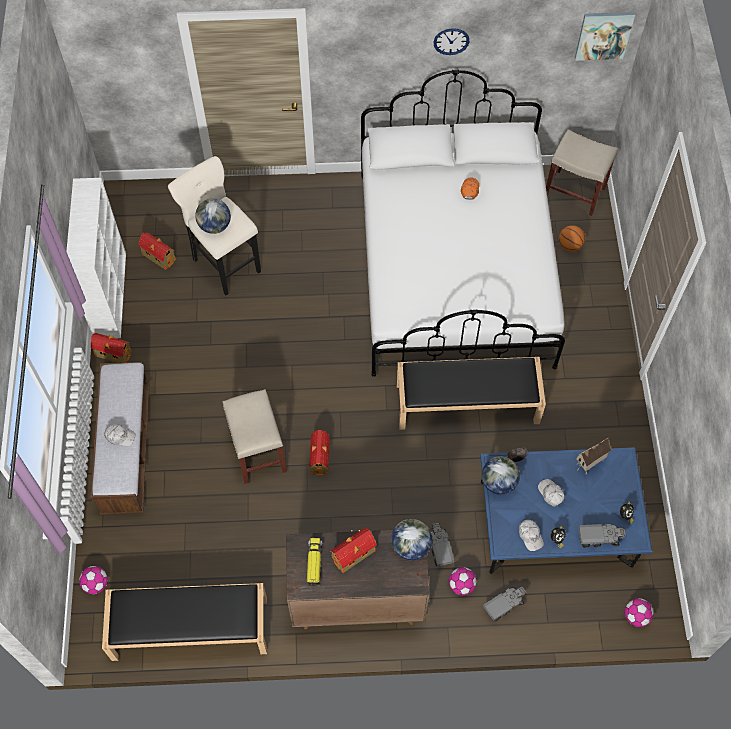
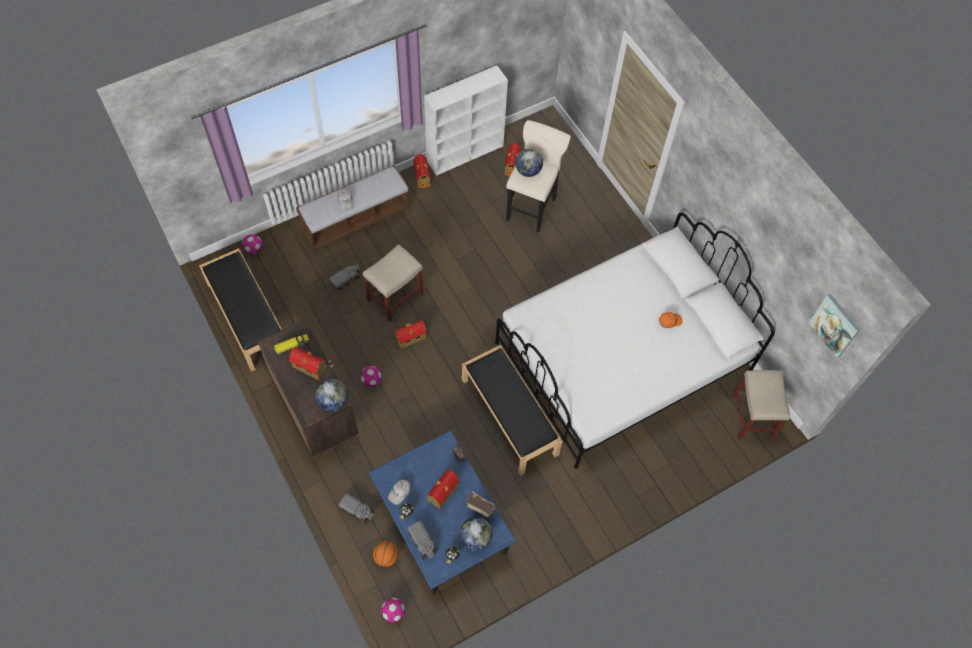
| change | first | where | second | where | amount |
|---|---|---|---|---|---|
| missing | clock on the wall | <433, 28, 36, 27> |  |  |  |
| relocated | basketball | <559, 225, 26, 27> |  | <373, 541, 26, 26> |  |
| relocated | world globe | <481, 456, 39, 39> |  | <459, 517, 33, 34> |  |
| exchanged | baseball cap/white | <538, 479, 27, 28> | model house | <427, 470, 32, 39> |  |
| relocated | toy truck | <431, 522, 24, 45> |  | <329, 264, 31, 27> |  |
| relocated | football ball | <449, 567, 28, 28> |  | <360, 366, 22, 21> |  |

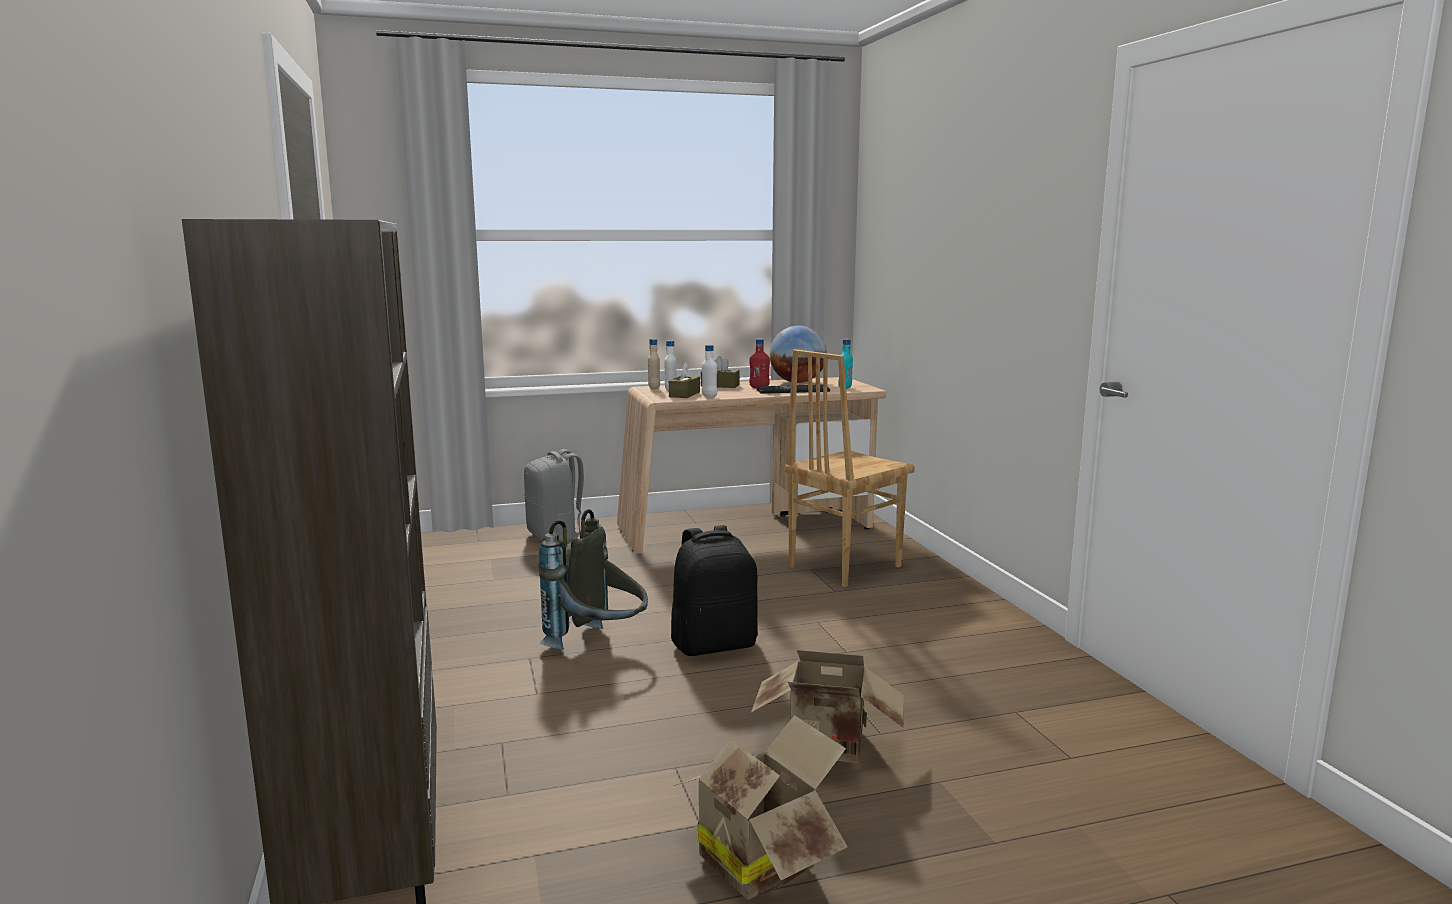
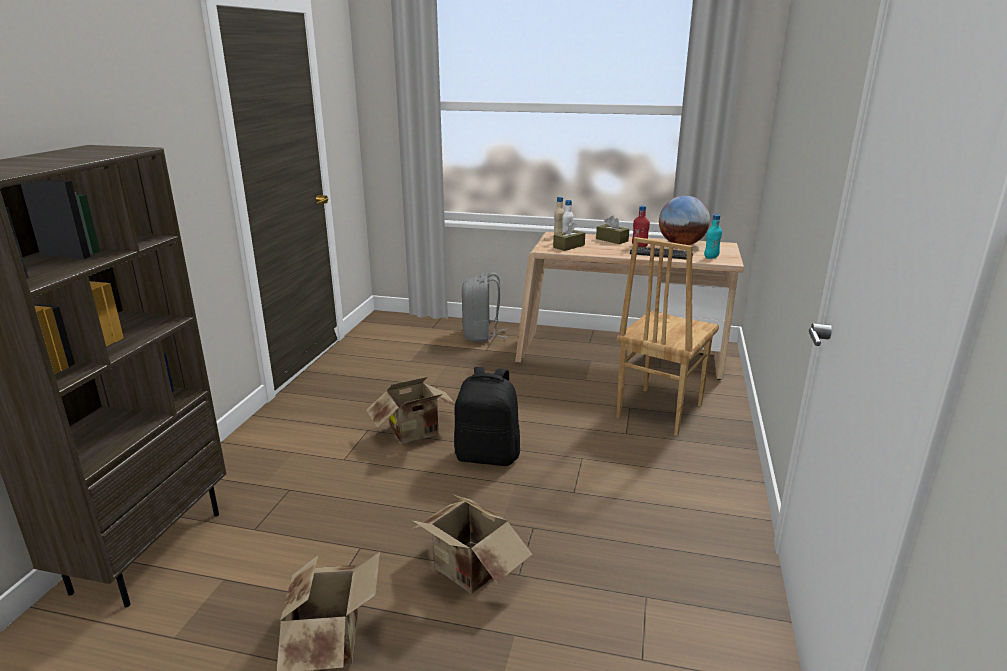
| change | first | where | second | where | amount |
|---|---|---|---|---|---|
| missing | drink bottle/white | <702, 345, 15, 53> |  |  |  |
| spun | plain chair/brownish | <784, 349, 131, 238> |  | <616, 237, 103, 199> | 45 degrees counterclockwise |
| exchanged | knapsack/grey | <538, 509, 110, 141> | carton | <366, 377, 89, 67> |  |

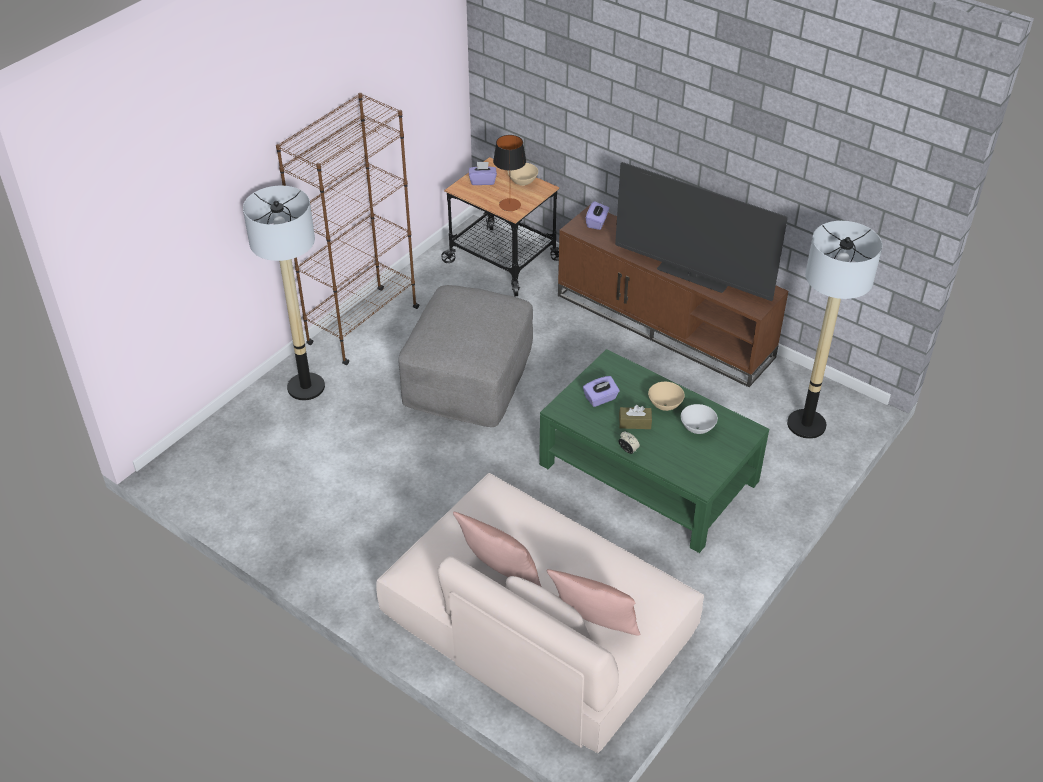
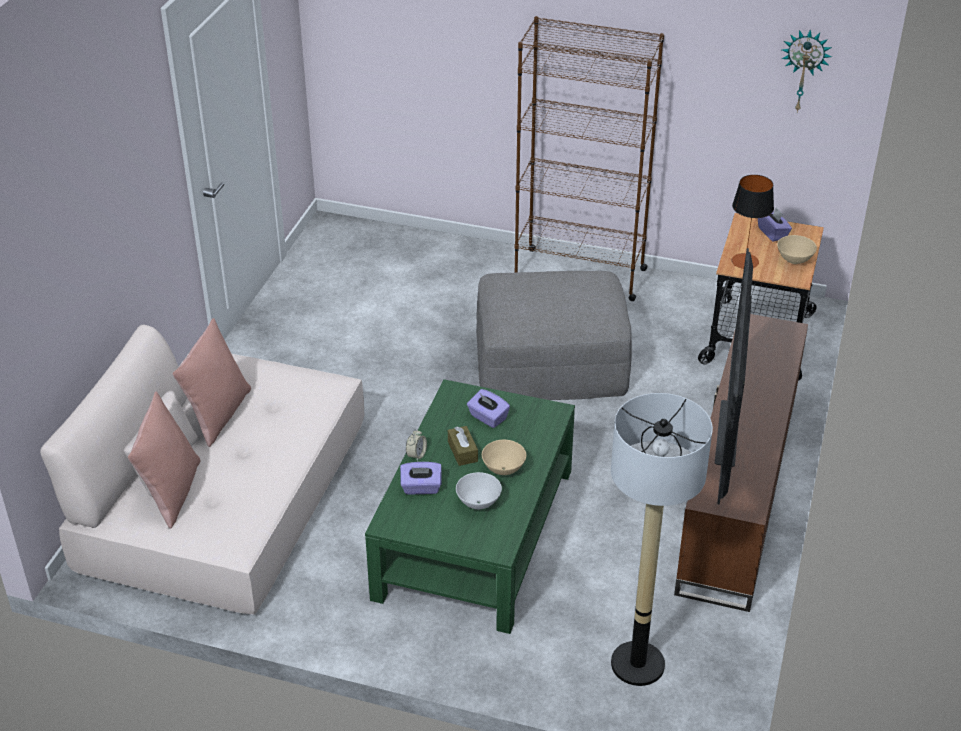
| change | first | where | second | where | amount |
|---|---|---|---|---|---|
| missing | standing lamp | <243, 186, 82, 214> |  |  |  |
| relocated | box of tissues/purplish | <586, 201, 23, 29> |  | <400, 462, 41, 33> |  |
| appeared |  |  | clock on the wall | <782, 29, 50, 83> |  |

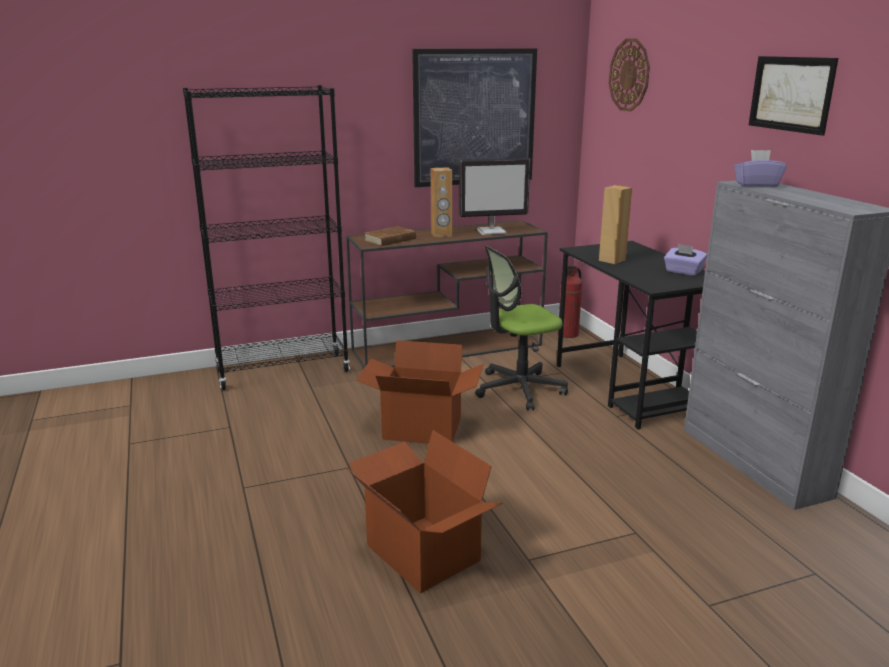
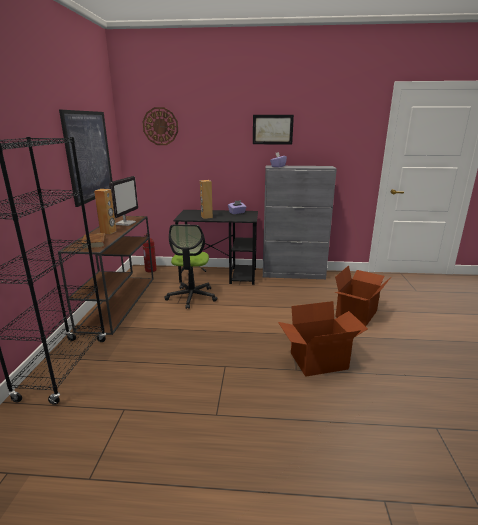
| change | first | where | second | where | amount |
|---|---|---|---|---|---|
| relocated | carton | <356, 340, 128, 104> |  | <334, 265, 57, 61> |  |

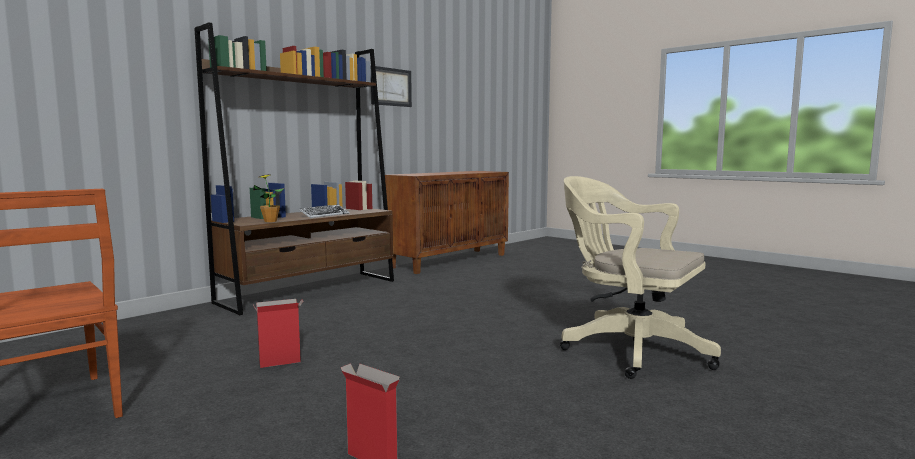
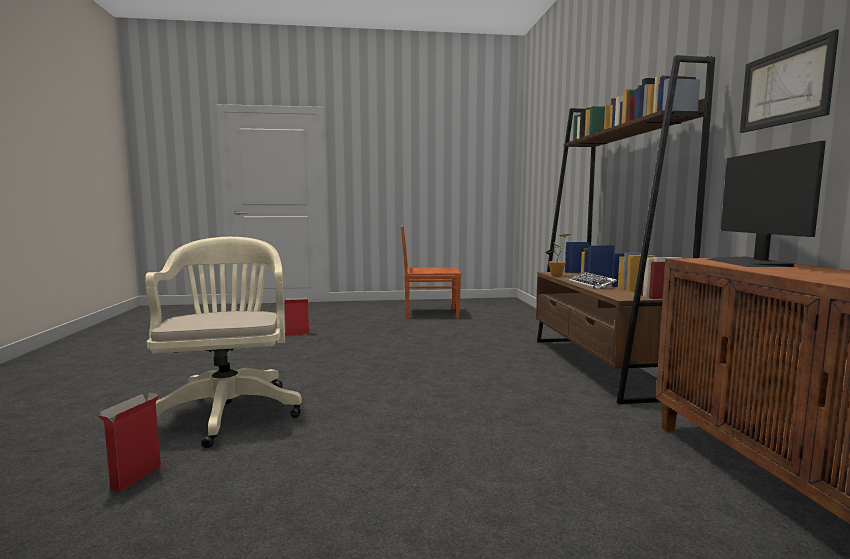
| change | first | where | second | where | amount |
|---|---|---|---|---|---|
| spun | computer chair/beige-coloured | <560, 176, 161, 203> |  | <145, 237, 157, 211> | 90 degrees counterclockwise |
| relocated | carton | <253, 299, 50, 69> |  | <97, 393, 64, 99> |  |
| appeared |  |  | monitor | <706, 141, 120, 126> |  |

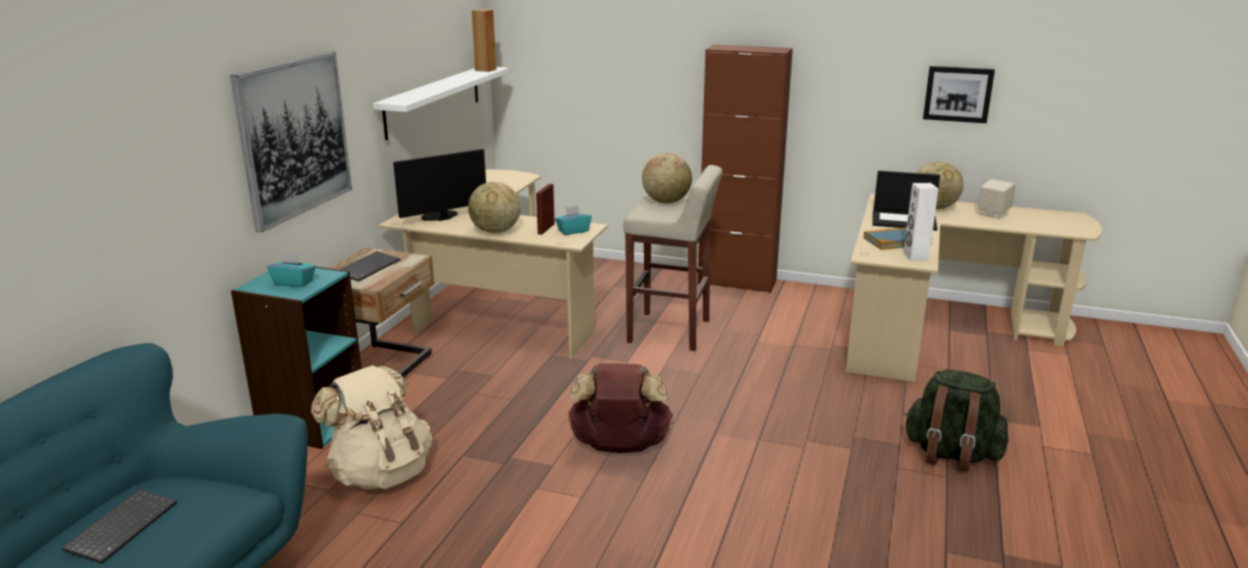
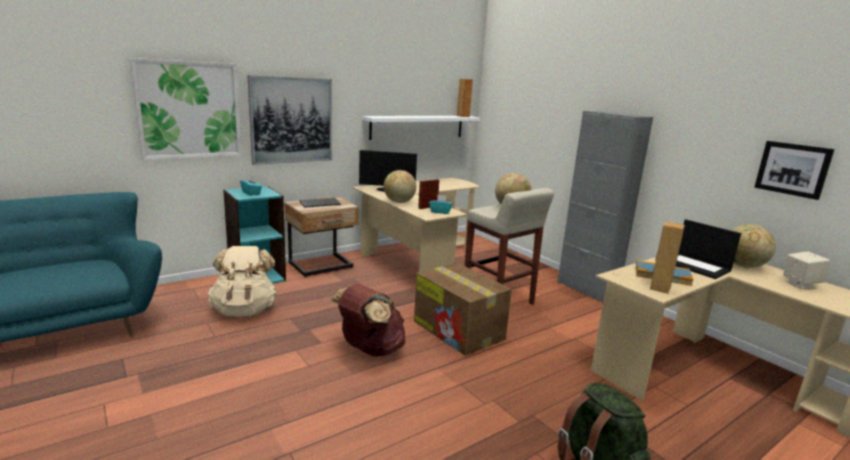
| change | first | where | second | where | amount |
|---|---|---|---|---|---|
| colour | cupboard/brownish | <698, 44, 95, 249> | cupboard/grey | <557, 111, 96, 192> |  |
| colour | audio speaker/white | <903, 183, 35, 78> | audio speaker/brownish | <650, 222, 35, 72> |  |
| missing | computer keyboard | <61, 489, 116, 75> |  |  |  |
| appeared |  |  | wall picture | <130, 58, 112, 102> |  |
| appeared |  |  | carton | <414, 263, 98, 93> |  |

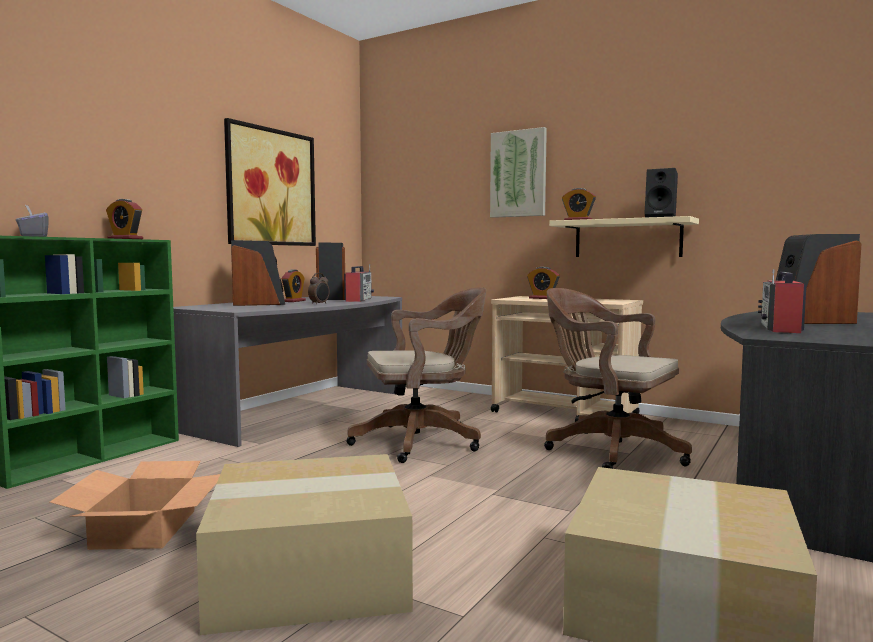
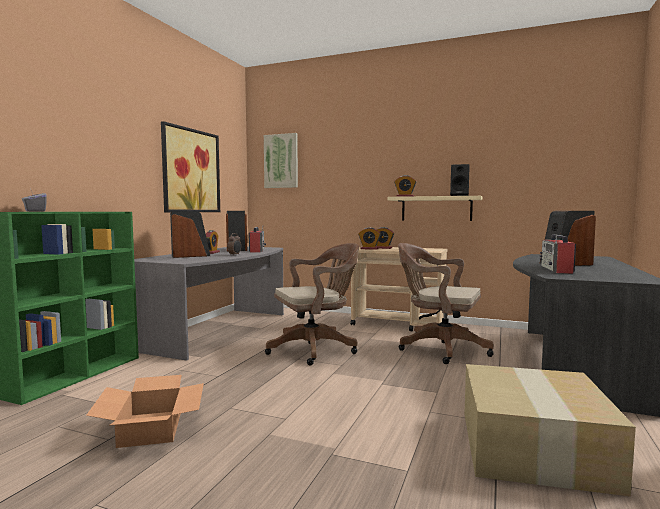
| change | first | where | second | where | amount |
|---|---|---|---|---|---|
| relocated | wall picture | <490, 127, 57, 91> |  | <264, 133, 34, 55> |  |
| relocated | table clock | <106, 199, 37, 40> |  | <358, 227, 23, 23> |  |
| missing | carton | <196, 454, 217, 181> |  |  |  |

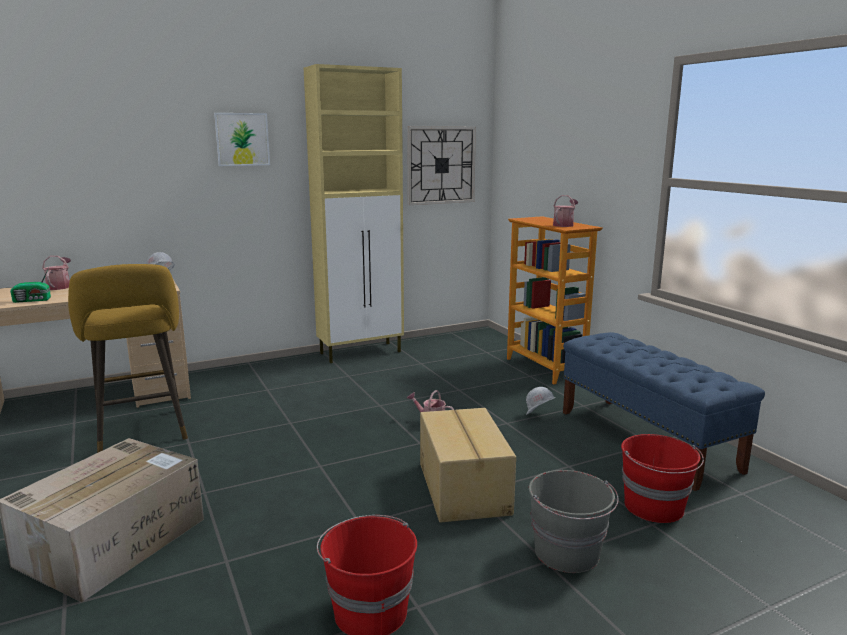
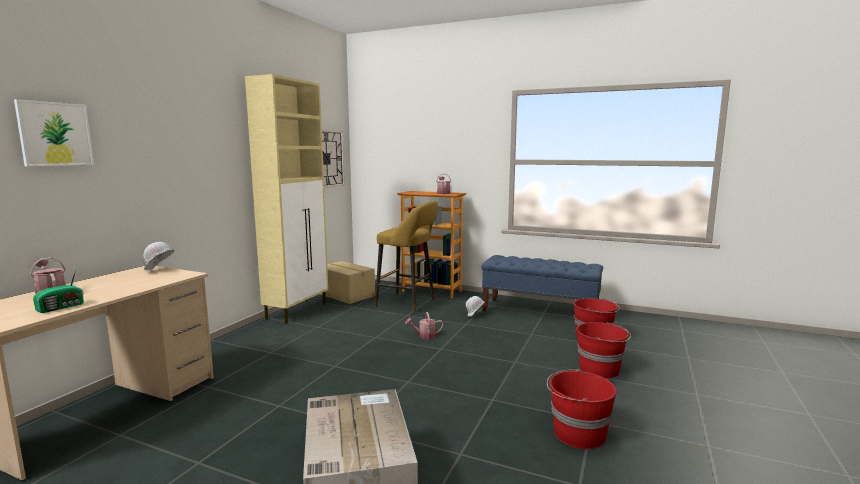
| change | first | where | second | where | amount |
|---|---|---|---|---|---|
| relocated | wall picture | <214, 113, 56, 53> |  | <14, 99, 80, 67> |  |
| relocated | sitting stool/yellow-coloured | <68, 264, 120, 189> |  | <375, 201, 63, 111> |  |
| relocated | carton | <420, 408, 96, 115> |  | <320, 261, 55, 43> |  |
| colour | bucket/grey | <529, 470, 90, 103> | bucket/reddish | <576, 322, 55, 57> |  |

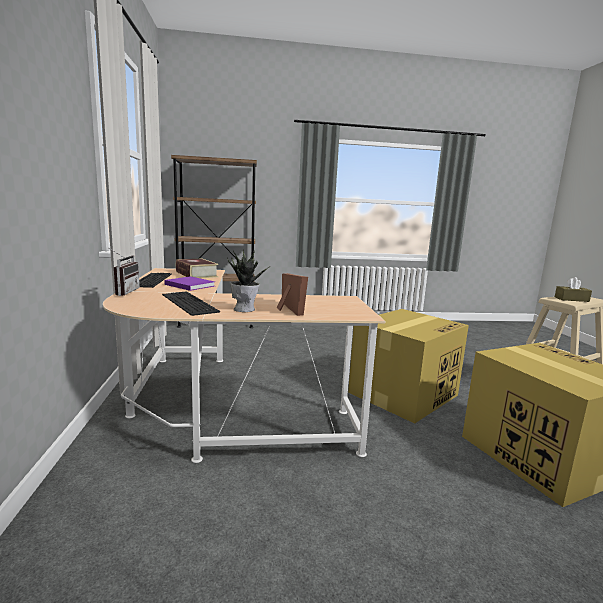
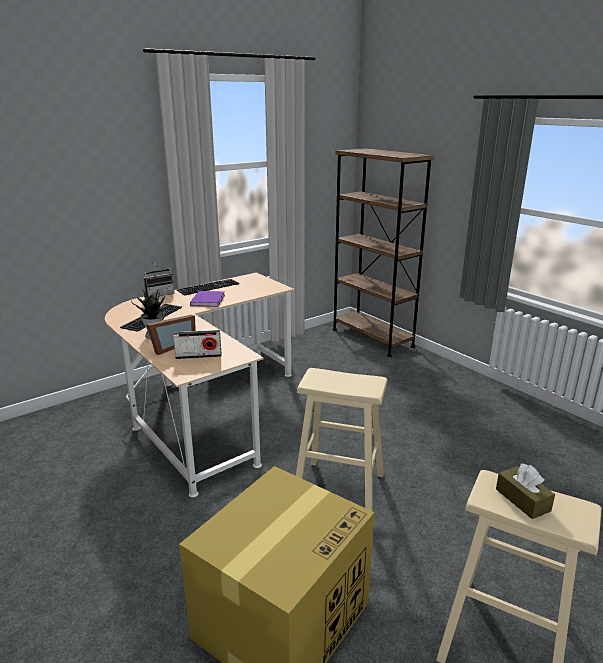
| change | first | where | second | where | amount |
|---|---|---|---|---|---|
| missing | bound book | <176, 259, 42, 19> |  |  |  |
| exchanged | carton | <348, 309, 121, 115> | sitting stool/beige-coloured | <296, 368, 92, 143> |  |
| appeared |  |  | radio set | <173, 330, 48, 29> |  |

